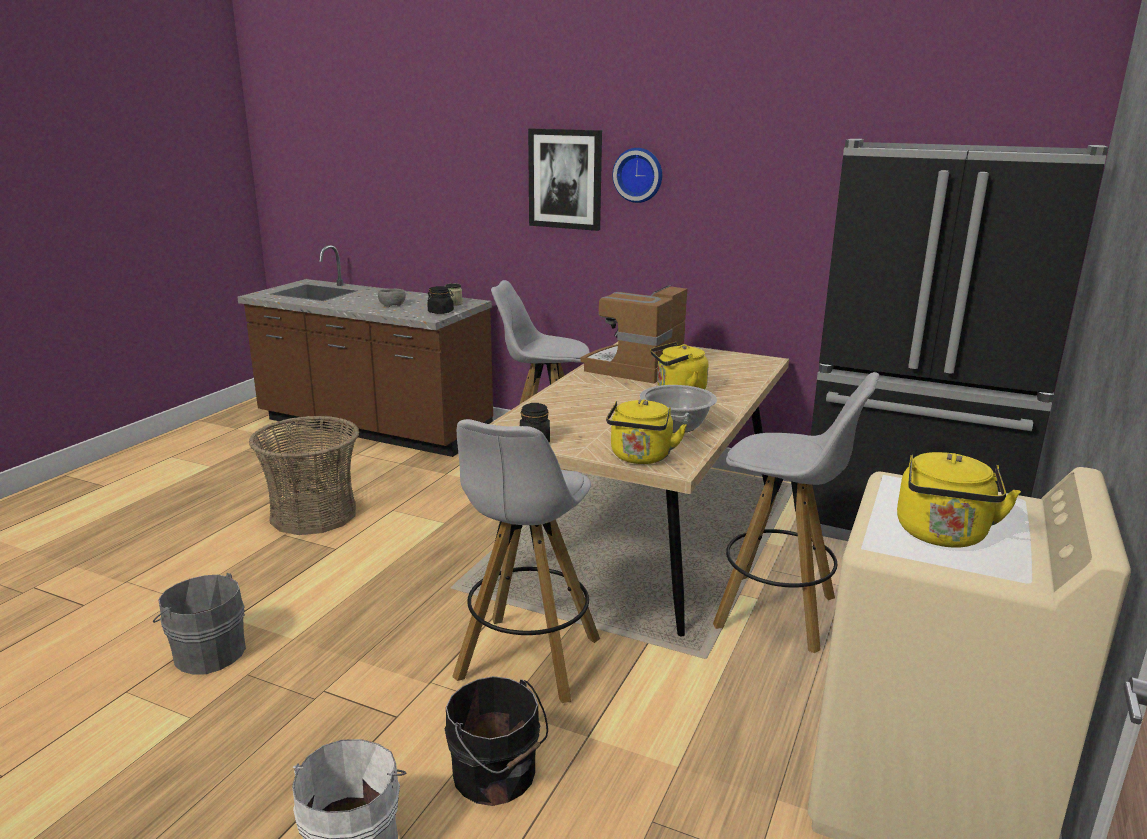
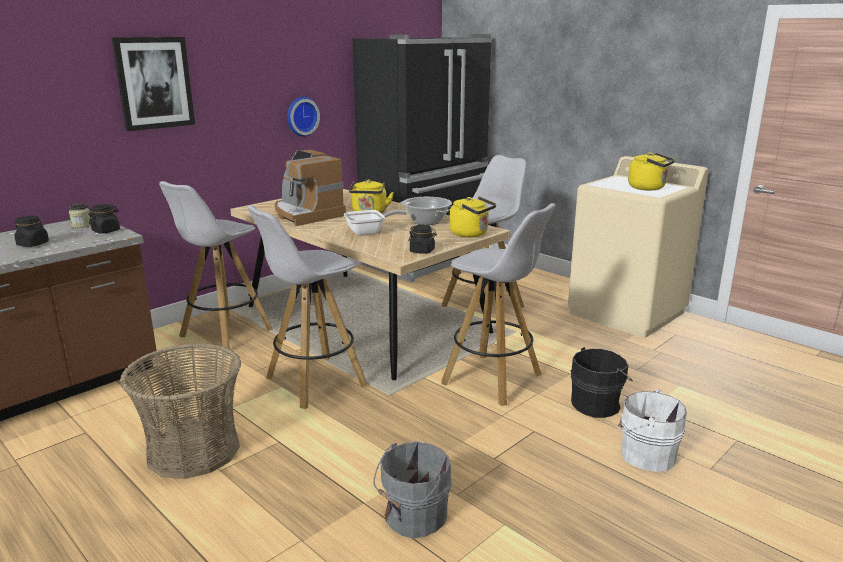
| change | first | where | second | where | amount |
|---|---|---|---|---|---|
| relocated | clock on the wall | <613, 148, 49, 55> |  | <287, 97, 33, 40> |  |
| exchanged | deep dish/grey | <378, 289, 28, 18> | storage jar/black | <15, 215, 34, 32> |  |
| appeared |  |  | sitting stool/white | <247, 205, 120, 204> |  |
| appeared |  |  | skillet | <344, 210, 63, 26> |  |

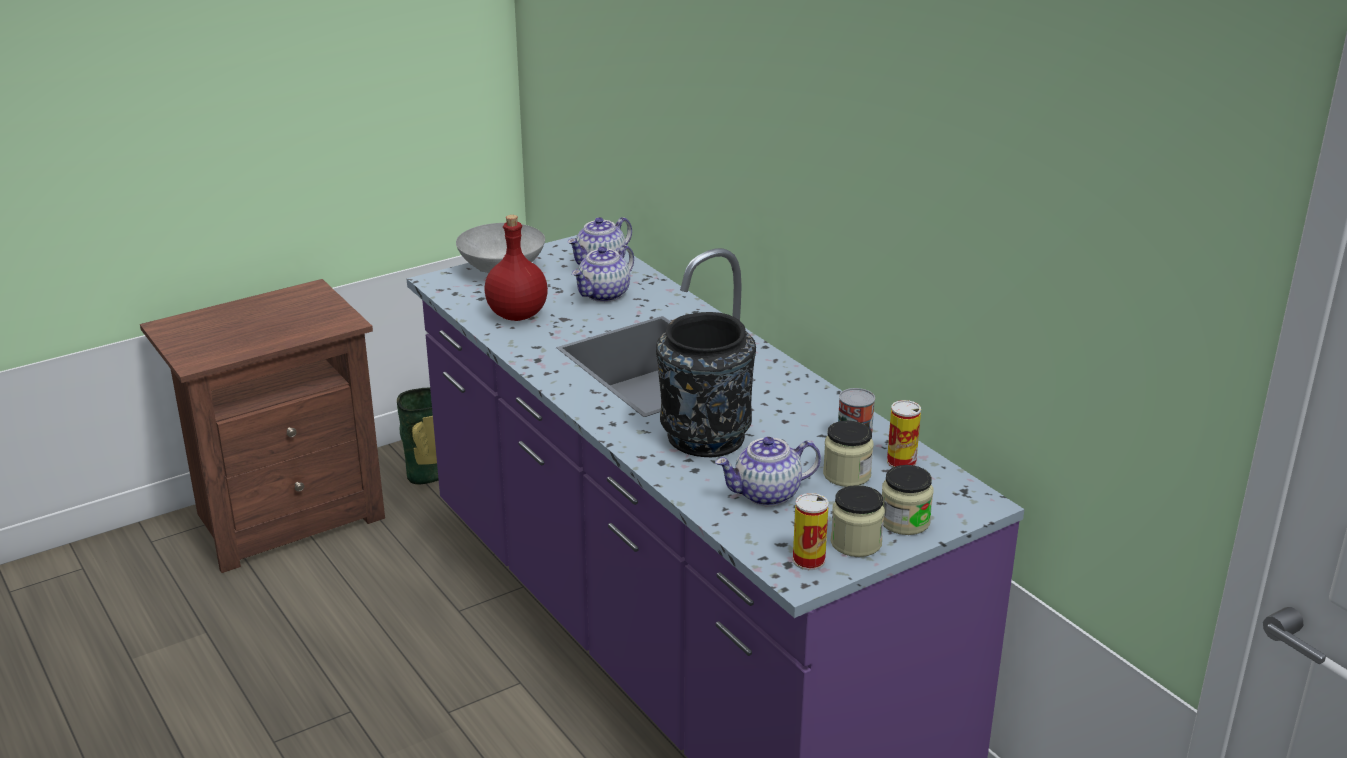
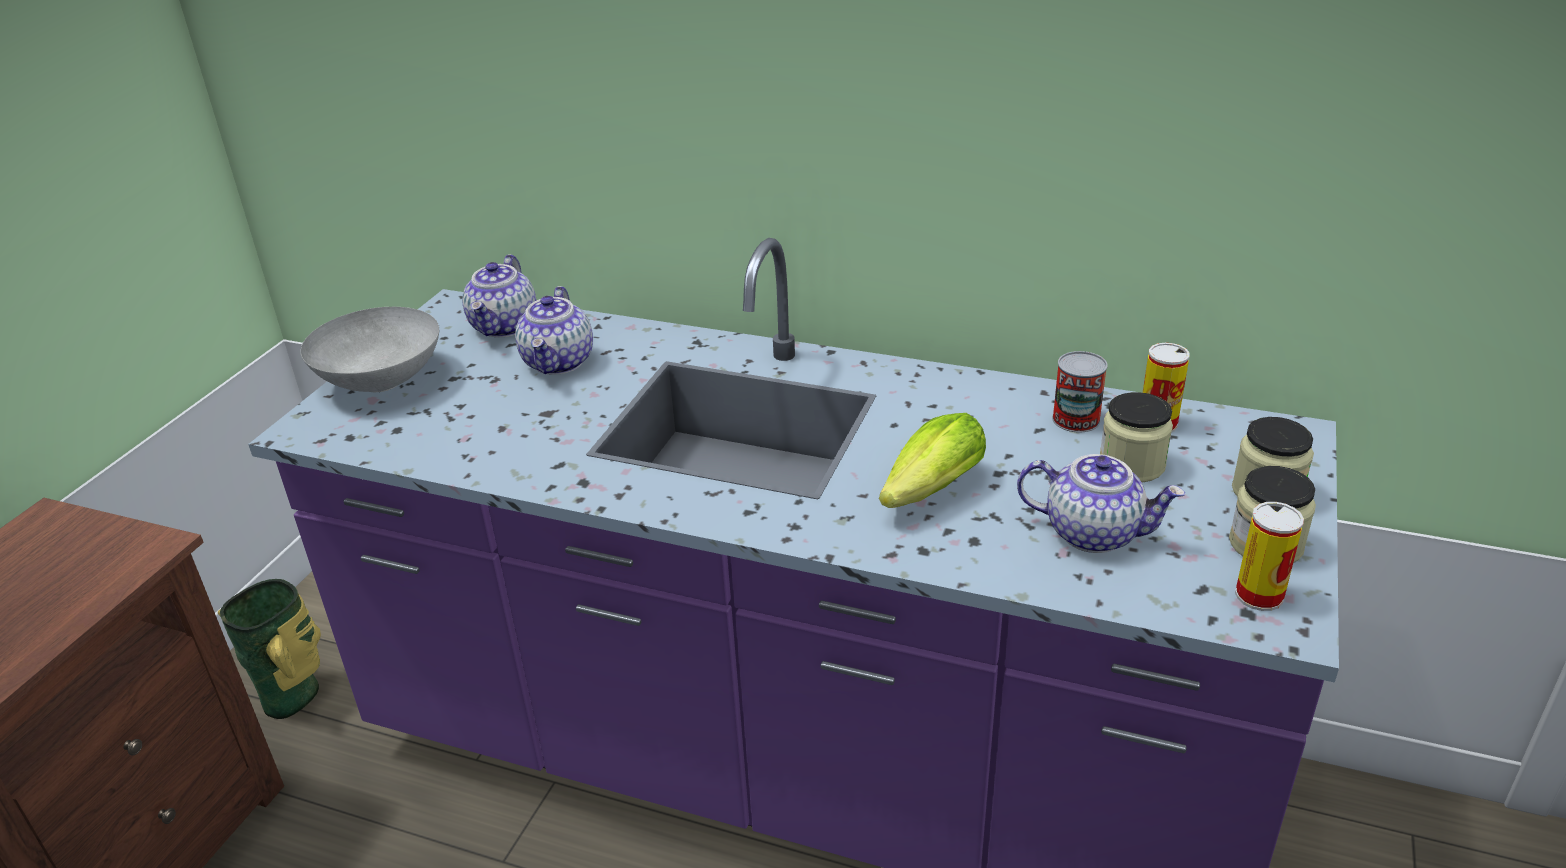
| change | first | where | second | where | amount |
|---|---|---|---|---|---|
| missing | drink bottle/reddish | <485, 215, 63, 106> |  |  |  |
| exchanged | vase/black | <656, 312, 100, 145> | head of lettuce | <879, 413, 107, 95> |  |
| spun | pot for tea | <715, 437, 106, 70> |  | <1017, 454, 168, 99> | 105 degrees counterclockwise |

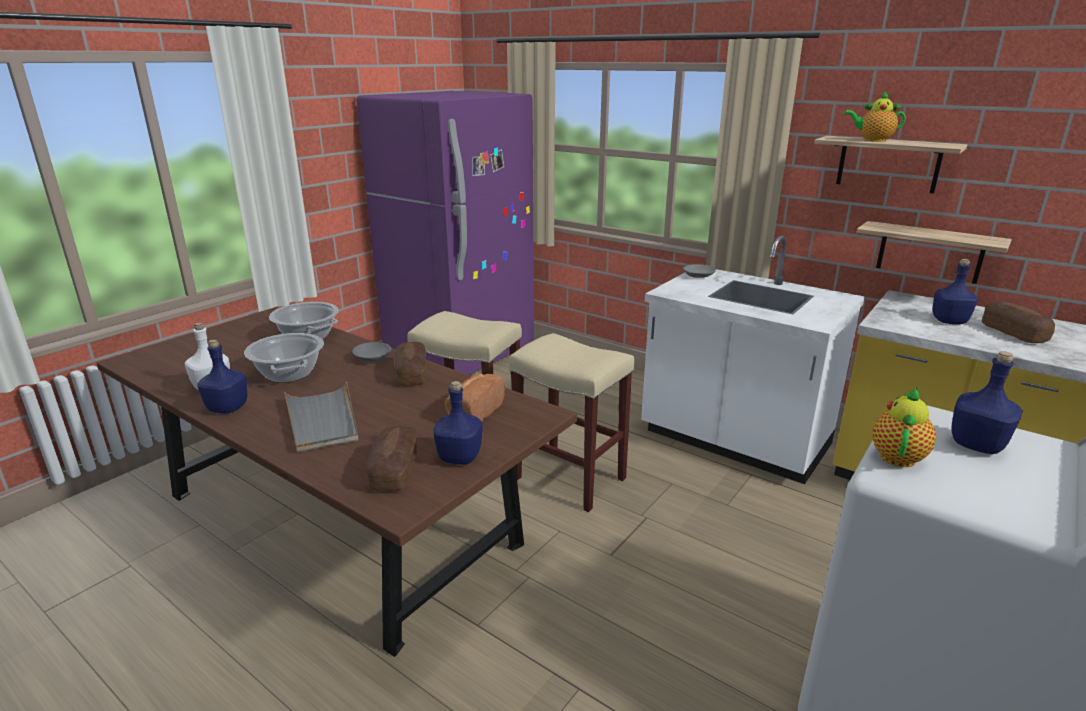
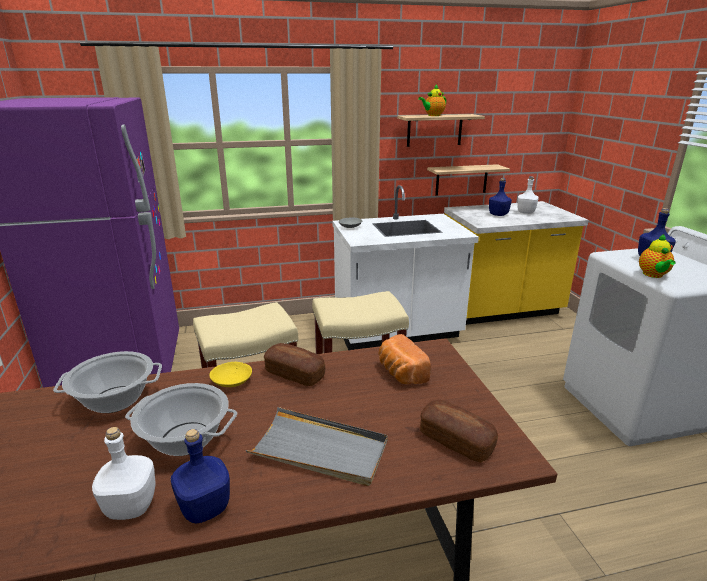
| change | first | where | second | where | amount |
|---|---|---|---|---|---|
| exchanged | baked bread | <982, 302, 73, 41> | drink bottle/white | <517, 176, 22, 38> |  |
| colour | deep dish/grey | <352, 342, 39, 20> | deep dish/yellow-coloured | <209, 362, 43, 25> |  |
| missing | drink bottle/bluish | <433, 381, 50, 83> |  |  |  |
| spun | pot for tea | <872, 387, 64, 80> |  | <639, 234, 37, 44> | 150 degrees counterclockwise |

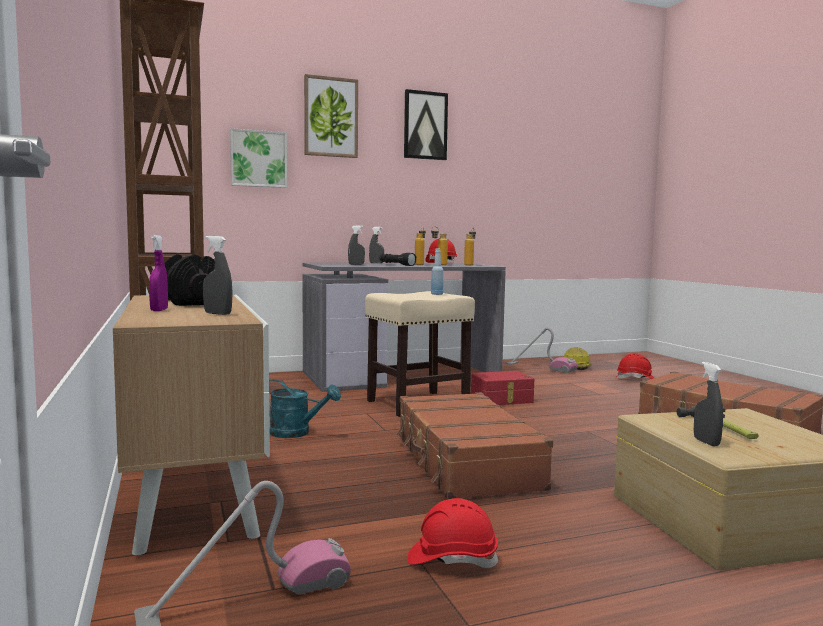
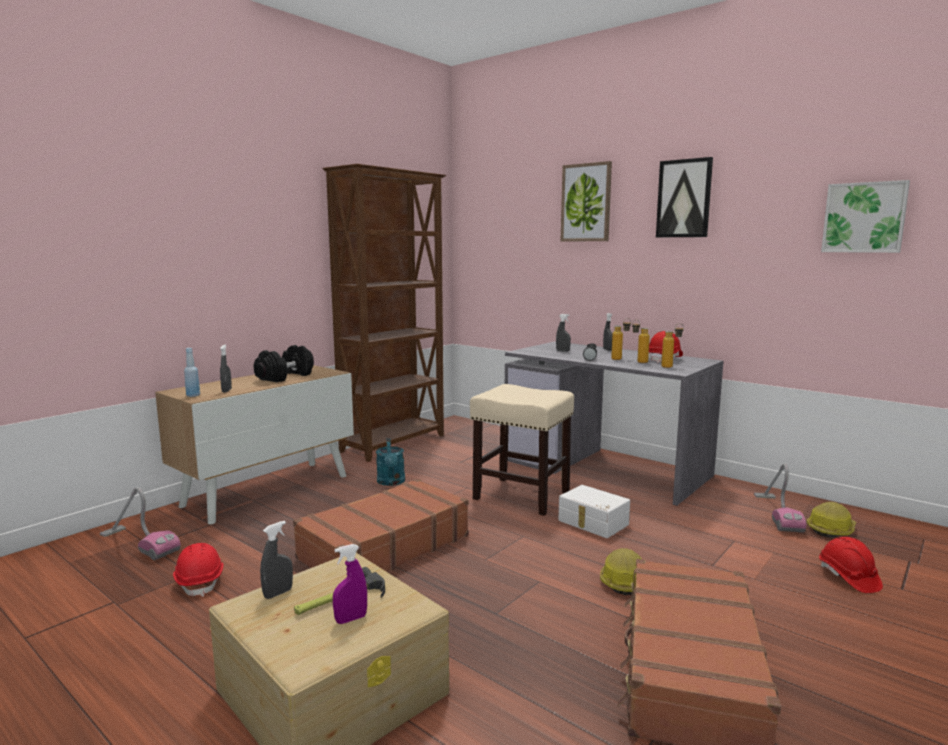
| change | first | where | second | where | amount |
|---|---|---|---|---|---|
| relocated | wall picture | <230, 128, 57, 60> |  | <821, 180, 89, 73> |  |
| relocated | hand sprayer/purplish | <149, 235, 19, 76> |  | <333, 544, 34, 80> |  |
| relocated | drink bottle/bluish | <431, 249, 12, 46> |  | <184, 348, 16, 49> |  |
| colour | storage container/reddish | <471, 371, 63, 34> | storage container/white | <558, 485, 72, 53> |  |
| appeared |  |  | hard hat | <600, 548, 42, 47> |  |

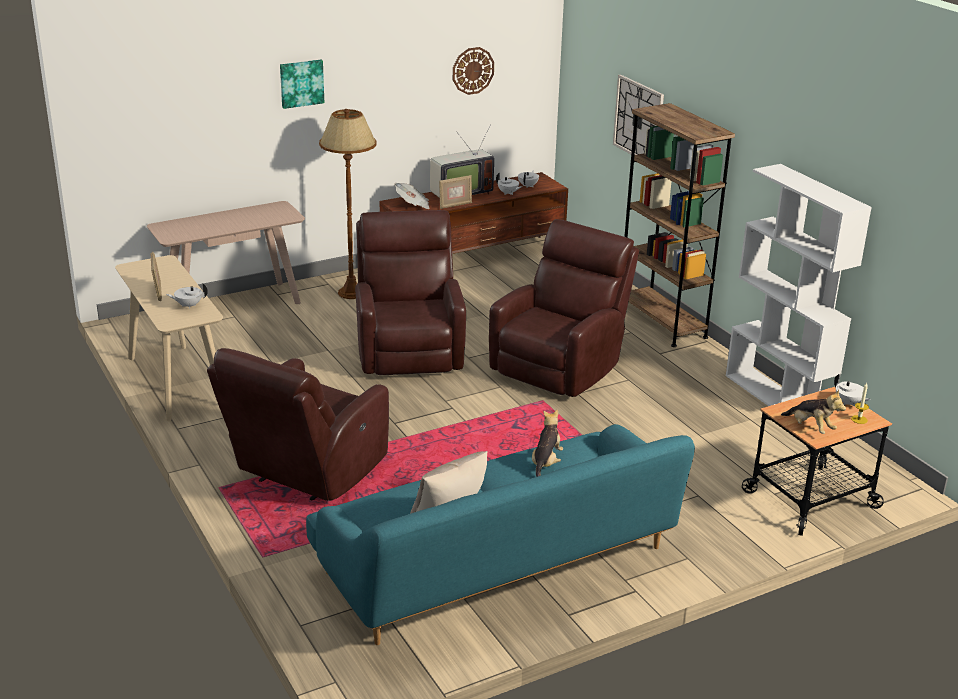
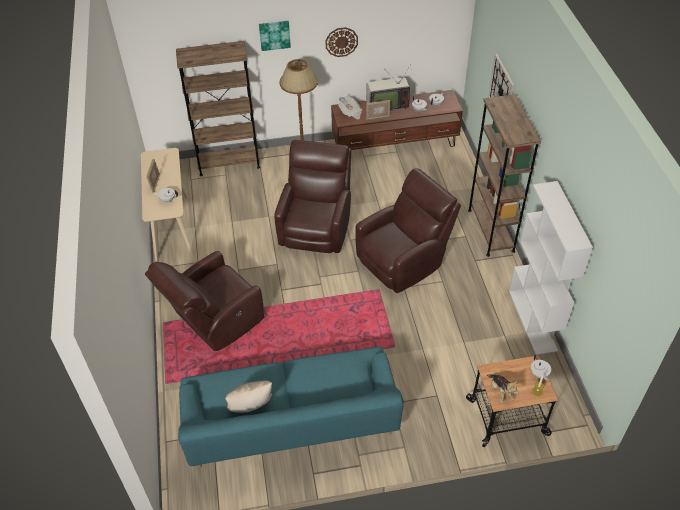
| change | first | where | second | where | amount |
|---|---|---|---|---|---|
| relocated | clock on the wall | <453, 47, 41, 48> |  | <325, 27, 33, 30> |  |
| exchanged | console table/beige-coloured | <147, 201, 158, 103> | shelving unit/brownish | <176, 41, 84, 135> |  |
| missing | cuddly toy | <532, 410, 31, 67> |  |  |  |

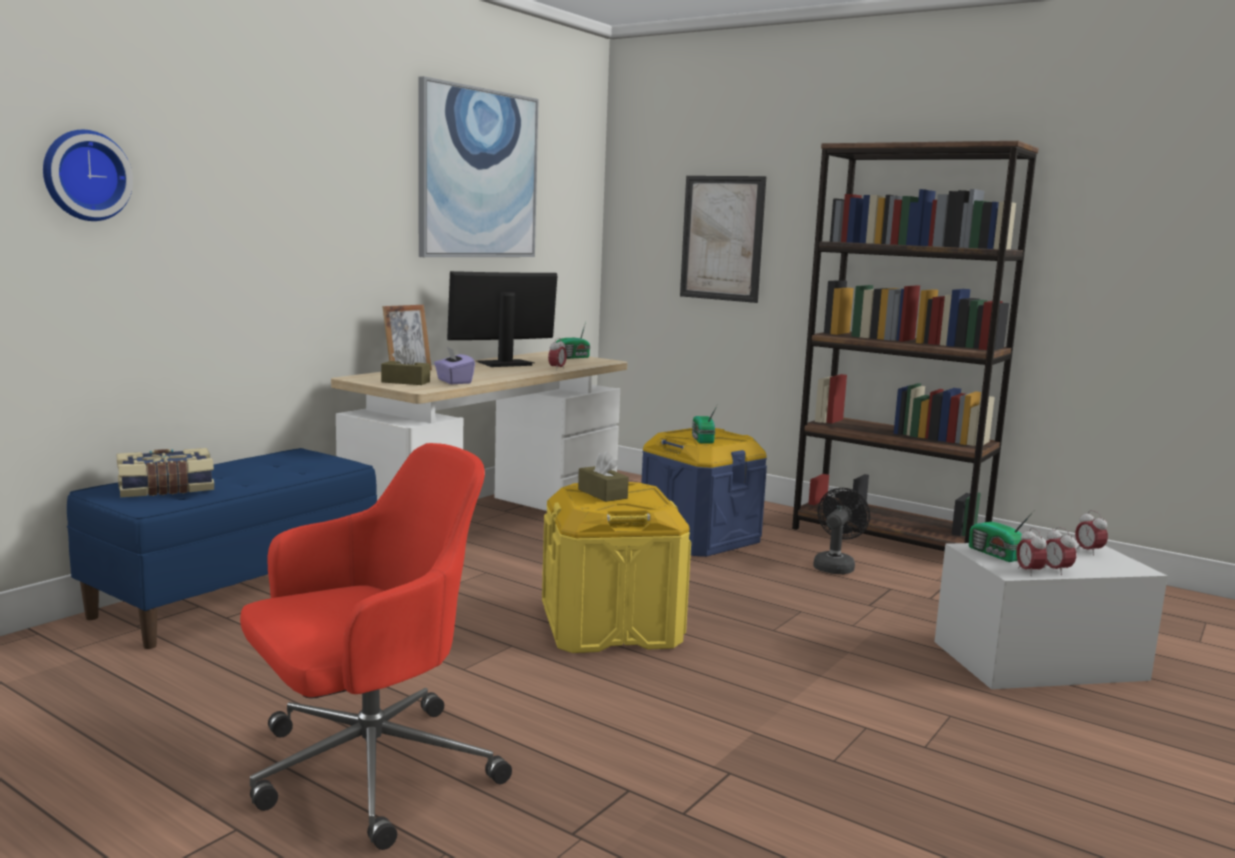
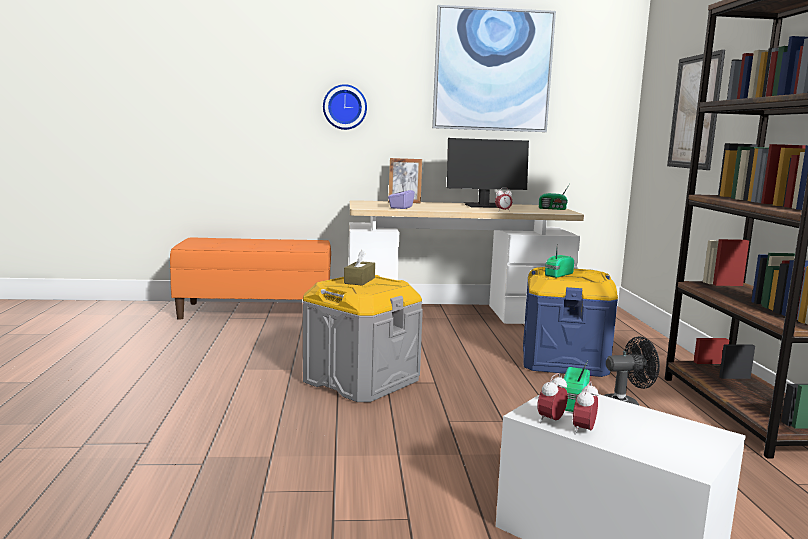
| change | first | where | second | where | amount |
|---|---|---|---|---|---|
| relocated | clock on the wall | <43, 130, 90, 91> |  | <323, 84, 44, 46> |  |
| spun | monitor | <447, 271, 110, 96> |  | <447, 138, 82, 70> | 150 degrees clockwise |
| missing | box of tissues/brownish | <381, 346, 49, 39> |  |  |  |
| missing | computer chair/reddish | <240, 443, 272, 407> |  |  |  |
| colour | indoor bench/bluish | <67, 448, 310, 201> | indoor bench/orange-coloured | <170, 238, 161, 82> |  |
| missing | bound book | <116, 448, 98, 49> |  |  |  |
| colour | storage container/yellow-coloured | <542, 482, 149, 171> | storage container/grey | <303, 275, 120, 127> |  |
| missing | table clock | <1075, 510, 33, 45> |  |  |  |

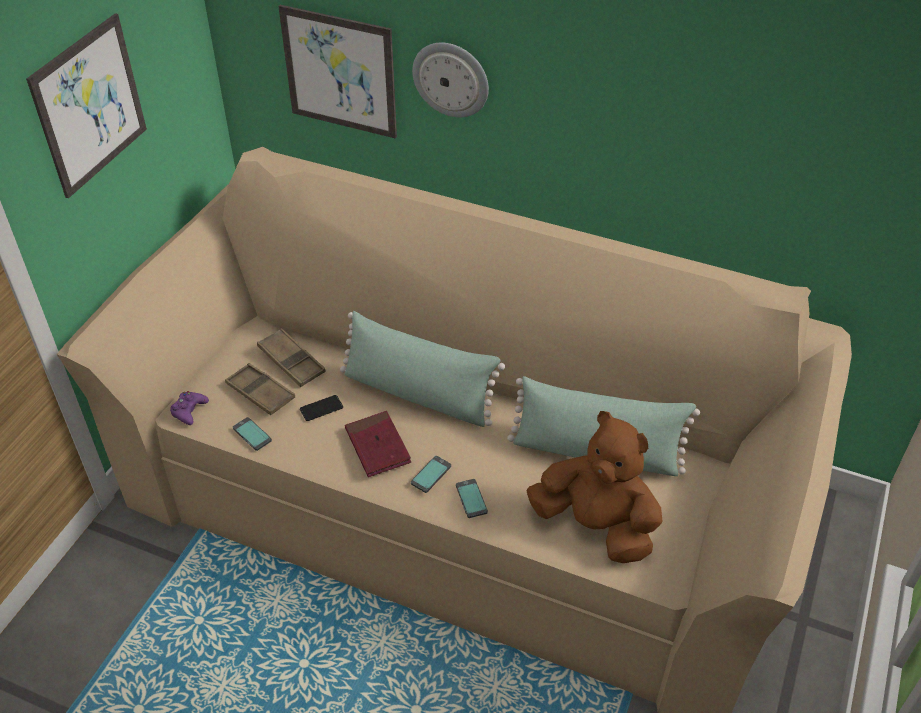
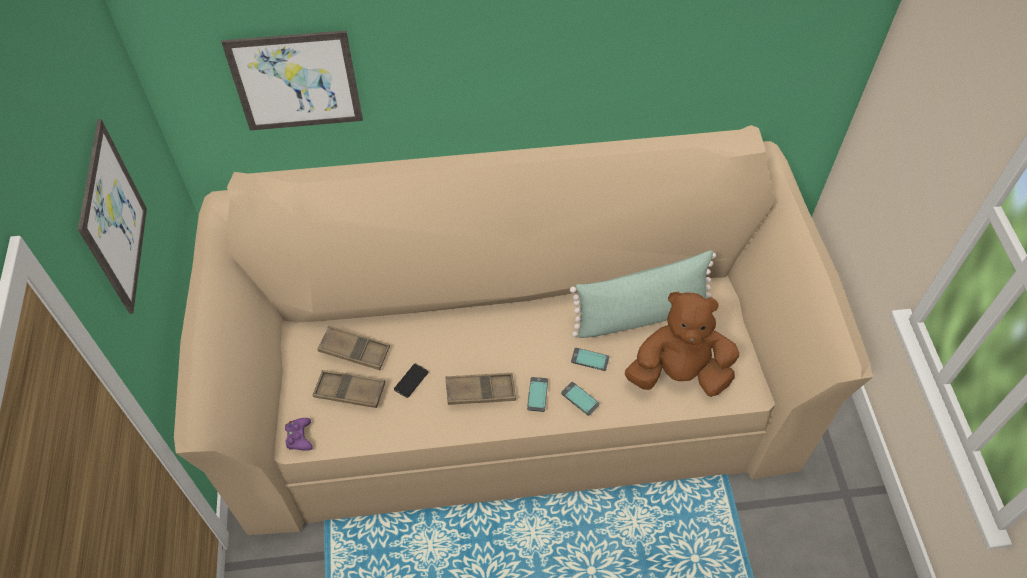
| change | first | where | second | where | amount |
|---|---|---|---|---|---|
| missing | clock on the wall | <412, 43, 77, 74> |  |  |  |
| missing | pillow/greenish | <340, 311, 165, 116> |  |  |  |
| exchanged | bound book/reddish | <345, 411, 66, 66> | tray/brownish | <445, 373, 71, 32> |  |
| relocated | telephone | <233, 417, 39, 34> |  | <571, 348, 38, 23> |  |

